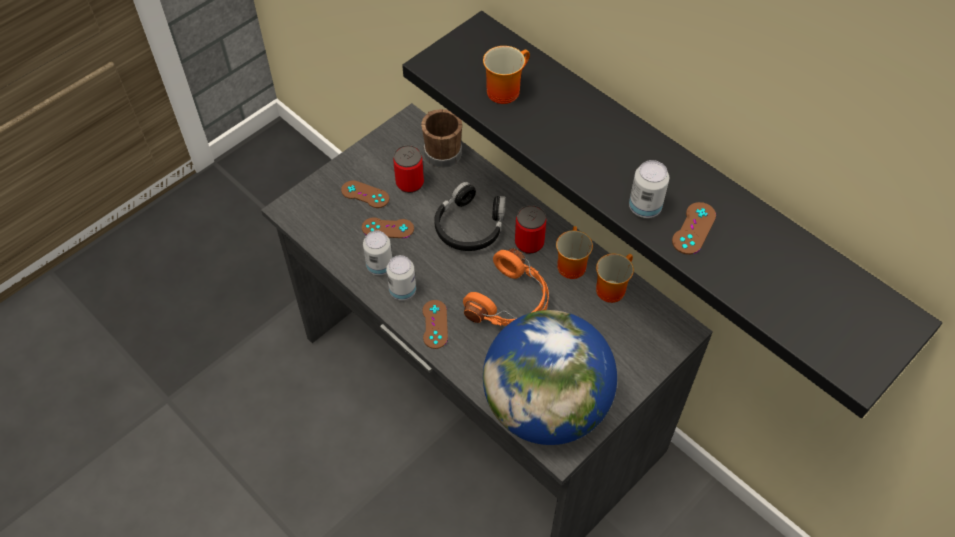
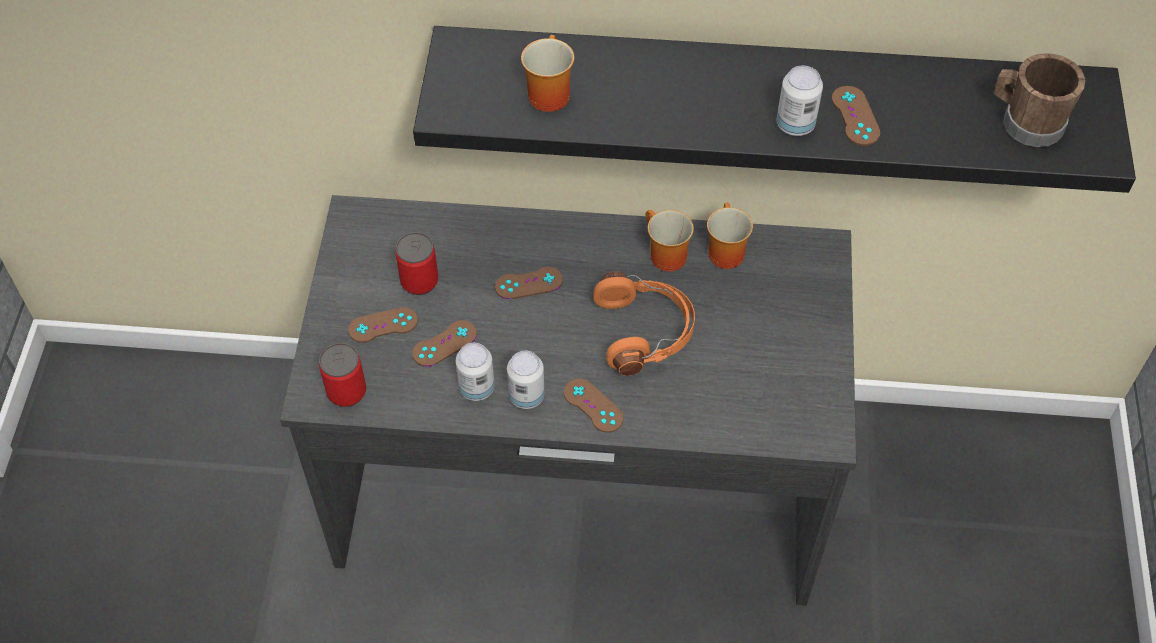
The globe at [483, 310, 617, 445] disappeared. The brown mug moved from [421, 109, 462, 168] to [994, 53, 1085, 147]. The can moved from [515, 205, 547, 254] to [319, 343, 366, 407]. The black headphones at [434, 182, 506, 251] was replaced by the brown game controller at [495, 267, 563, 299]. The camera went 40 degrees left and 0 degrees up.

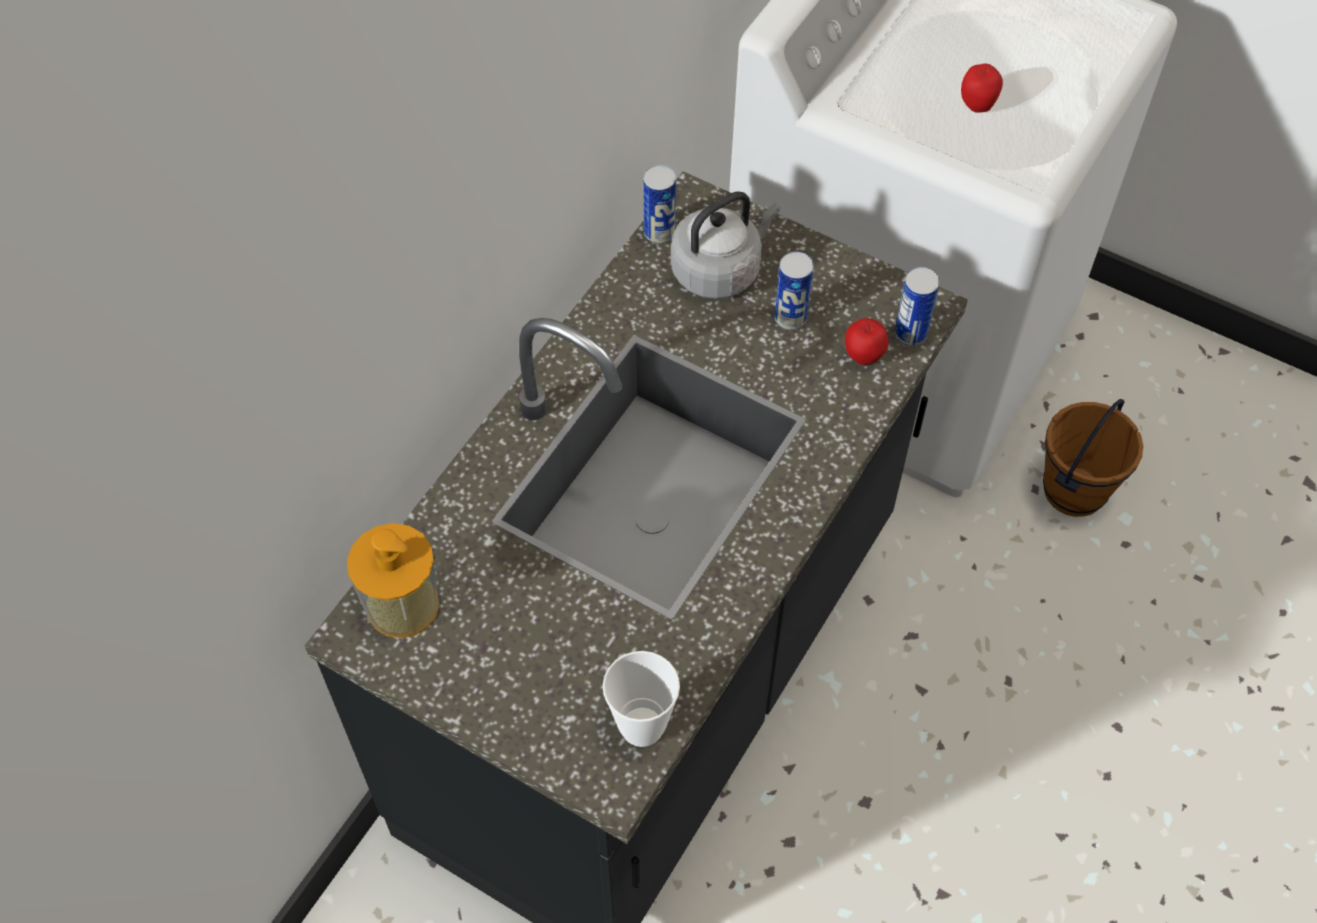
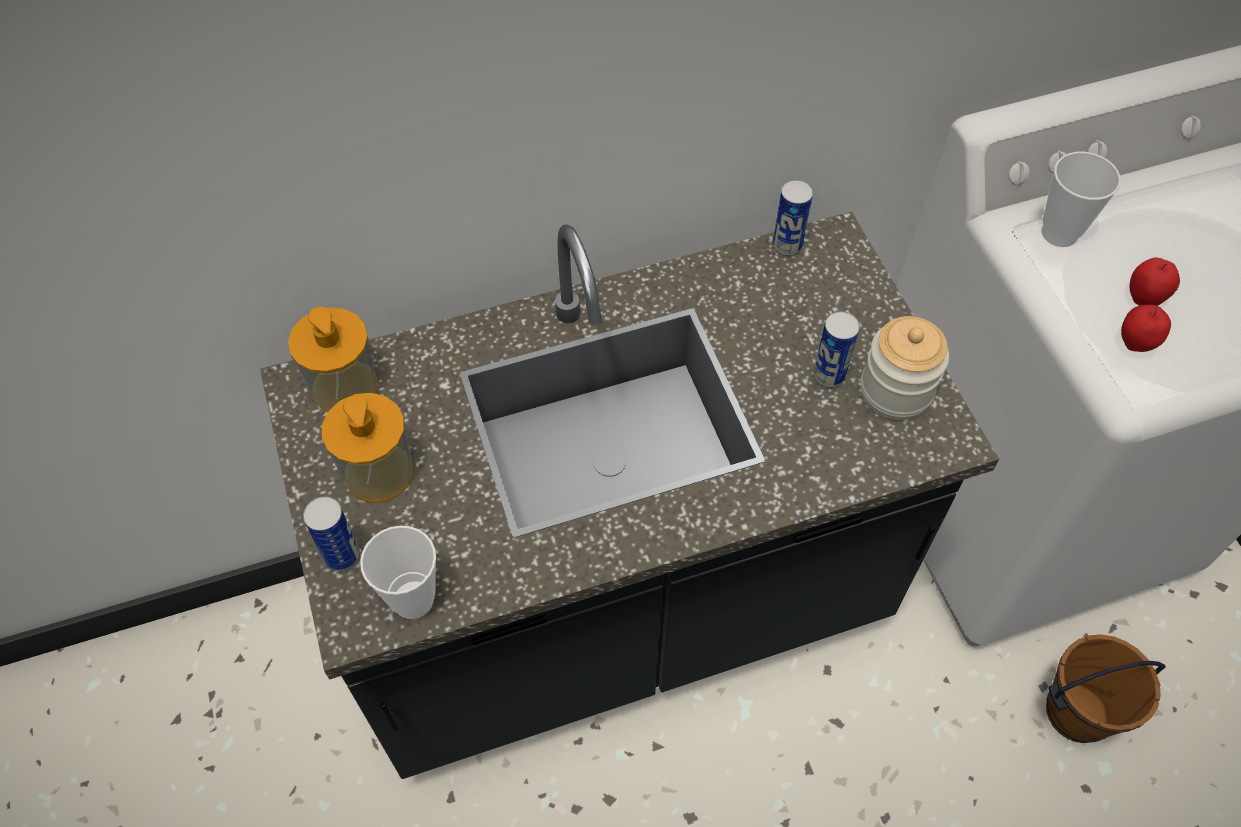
The grey kettle at [671, 191, 780, 299] disappeared. The soap dispenser at [322, 393, 413, 503] appeared. The jar at [861, 316, 949, 420] appeared. The cup at [1042, 152, 1121, 247] appeared. The apple moved from [845, 318, 888, 365] to [1121, 305, 1171, 352]. The can moved from [895, 267, 940, 346] to [303, 496, 360, 571]. The camera went 40 degrees right and 0 degrees up.

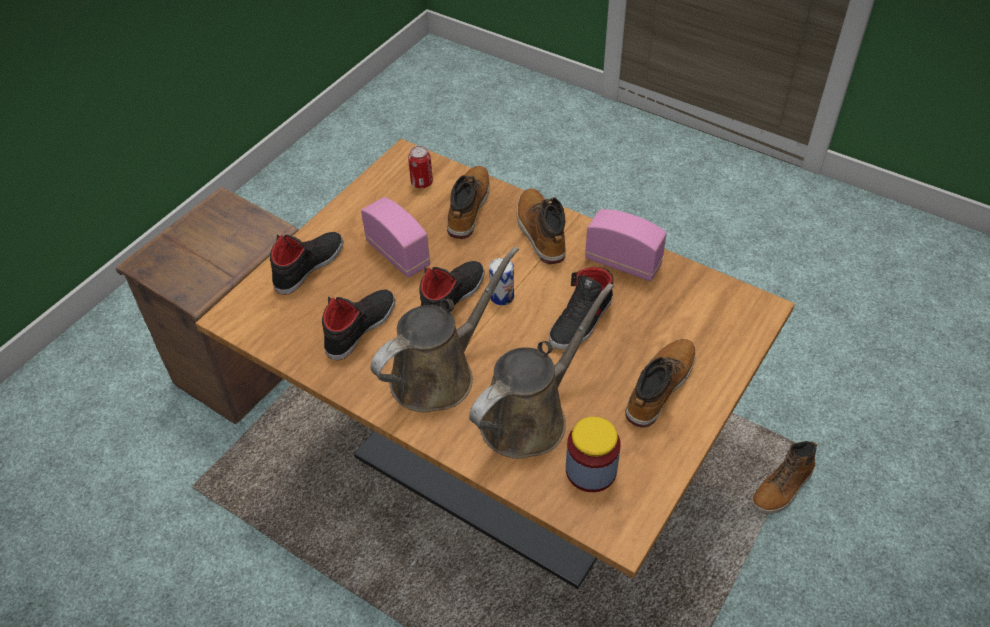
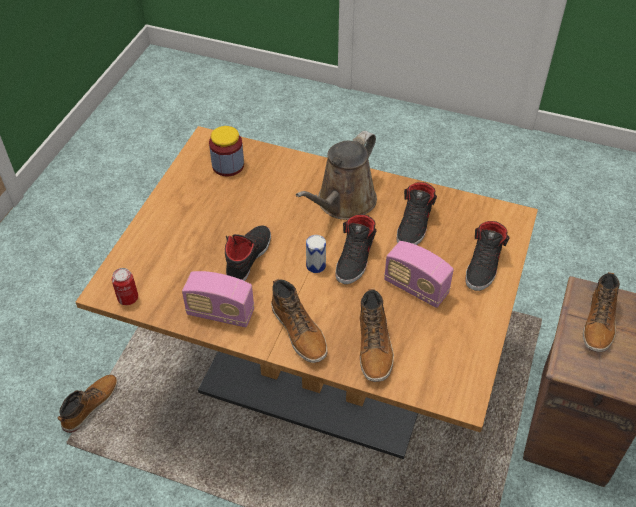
The brown watering can at [469, 283, 614, 459] disappeared. The can moved from [408, 146, 433, 188] to [112, 268, 138, 305]. The boot moved from [625, 339, 696, 428] to [583, 272, 620, 352]. The camera went 165 degrees right and 0 degrees up.

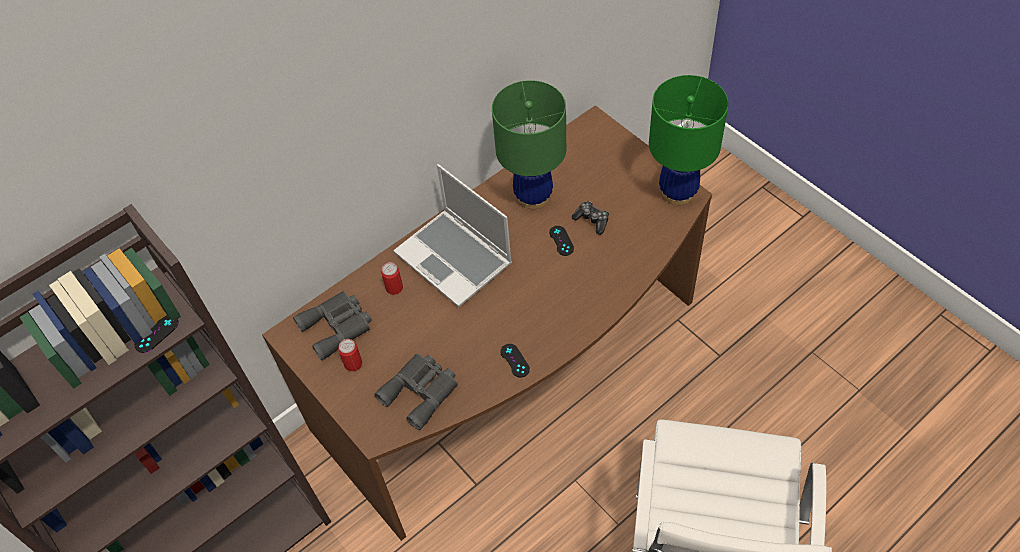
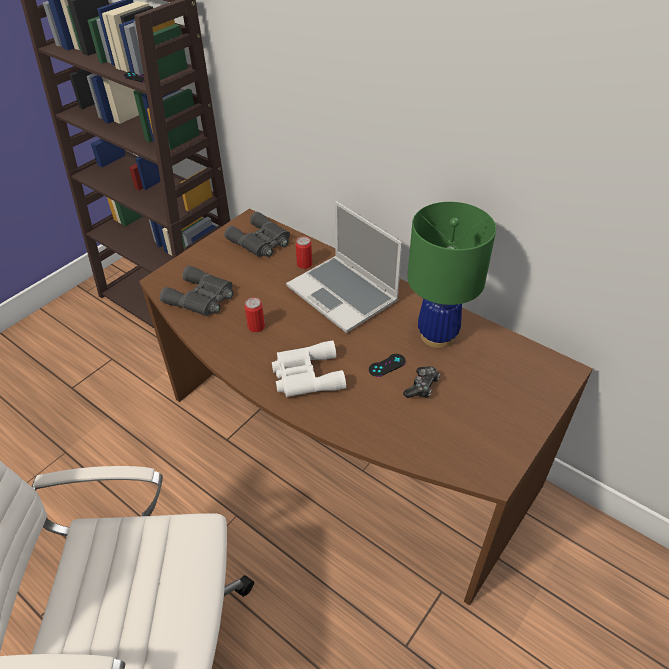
The black game controller at [500, 344, 530, 378] disappeared. The green table lamp at [649, 75, 729, 205] disappeared. The white binoculars at [272, 340, 346, 397] appeared. The can moved from [338, 339, 362, 371] to [245, 298, 265, 332]. The laptop at [393, 164, 512, 307] turned 75 degrees counterclockwise. The camera went 75 degrees right and 10 degrees down.

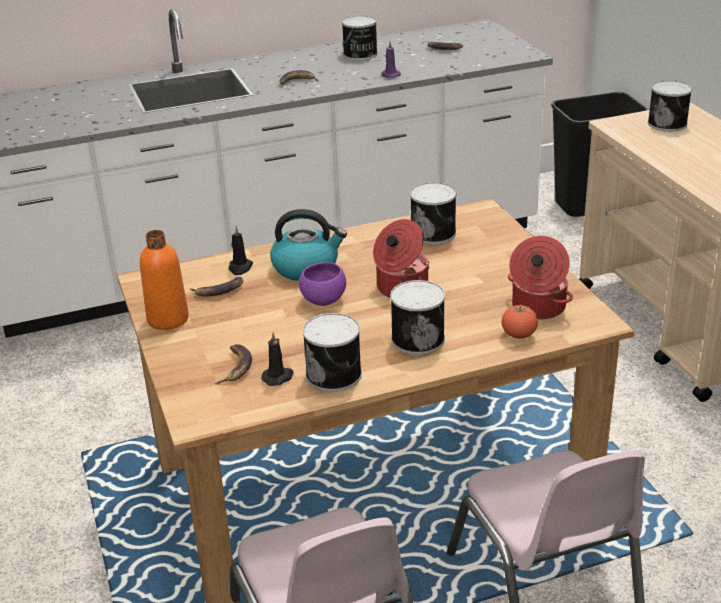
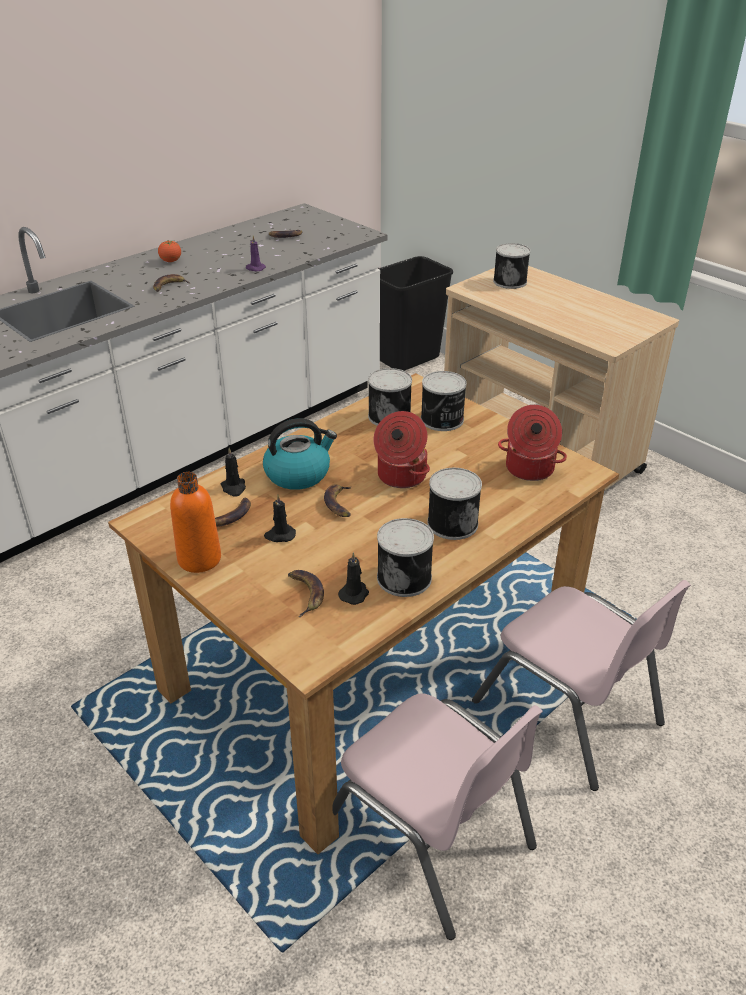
The black candle at [264, 495, 296, 542] appeared. The can moved from [342, 15, 378, 60] to [421, 371, 467, 431]. The tomato moved from [501, 304, 538, 339] to [158, 240, 181, 262]. The purple bowl at [299, 262, 346, 306] was replaced by the banana at [324, 485, 351, 517]. The camera went 25 degrees left and 5 degrees up.

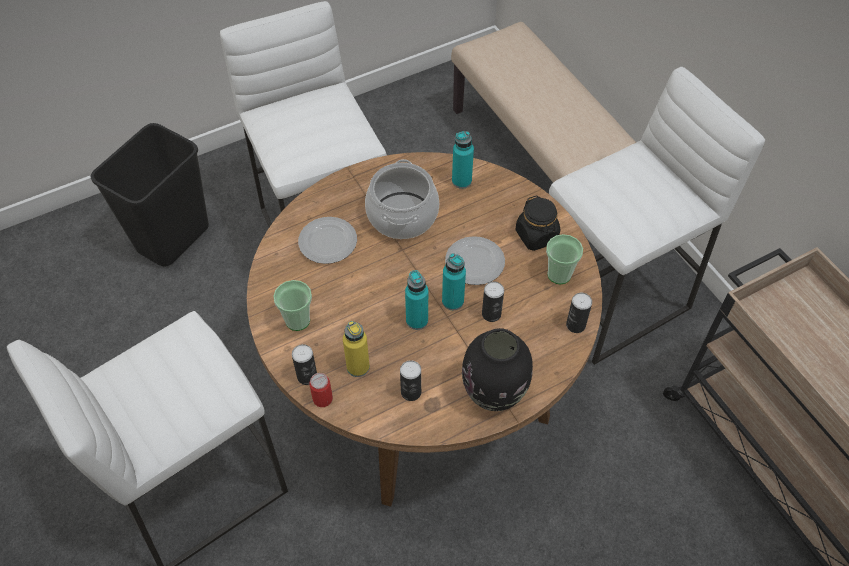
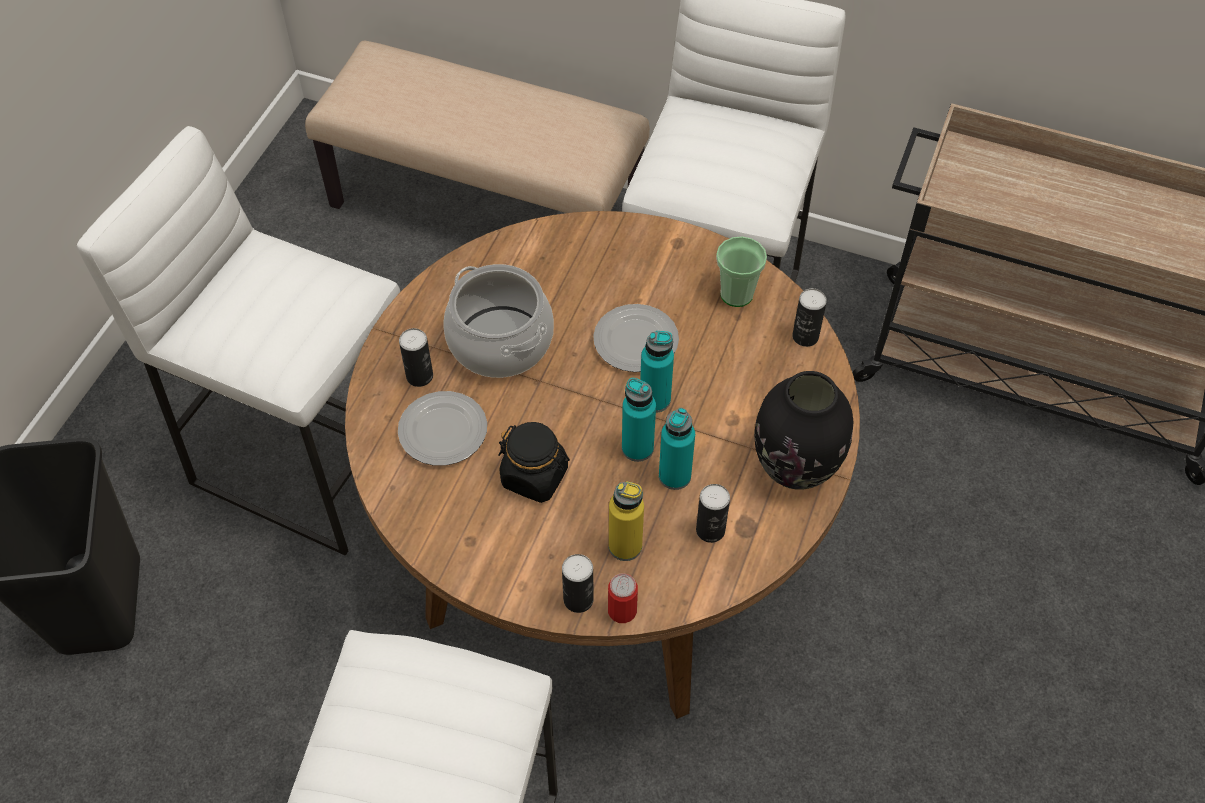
The cup at [273, 280, 312, 331] disappeared. The turquoise bottle moved from [452, 131, 474, 189] to [659, 408, 695, 490]. The can moved from [482, 281, 504, 322] to [399, 328, 433, 387]. The black jar moved from [515, 195, 560, 251] to [498, 422, 570, 503]. The camera went 40 degrees left and 0 degrees up.

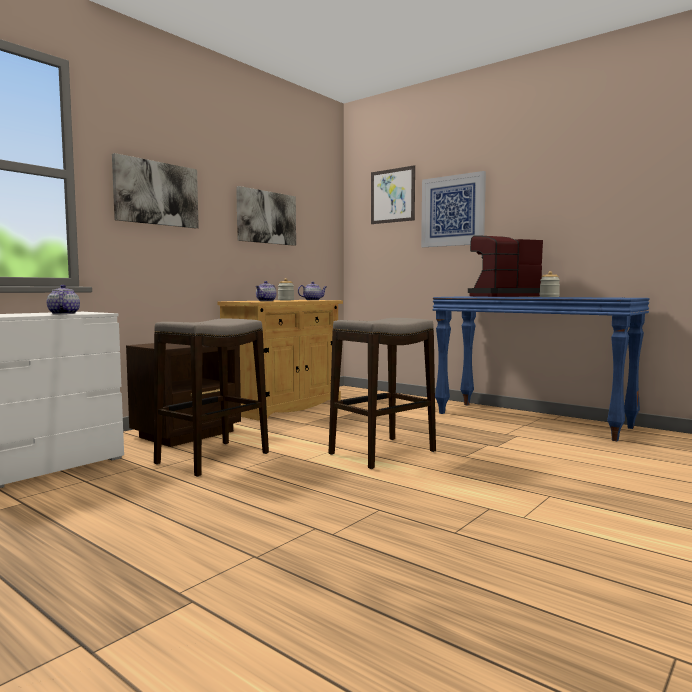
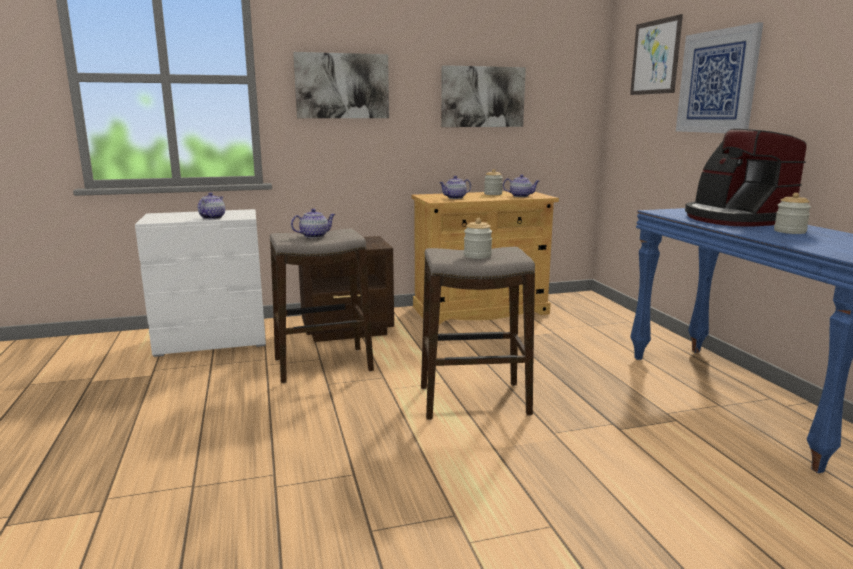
The teapot at [291, 209, 335, 238] appeared. The jar at [464, 218, 492, 259] appeared. The coffee machine at [468, 236, 543, 297] turned 120 degrees counterclockwise. The camera went 35 degrees right and 10 degrees up.

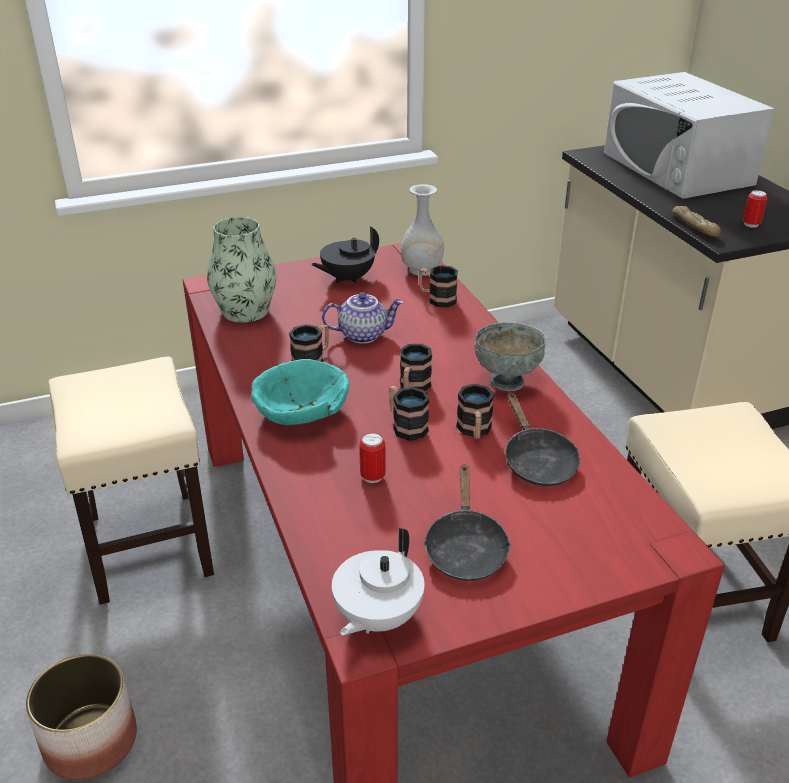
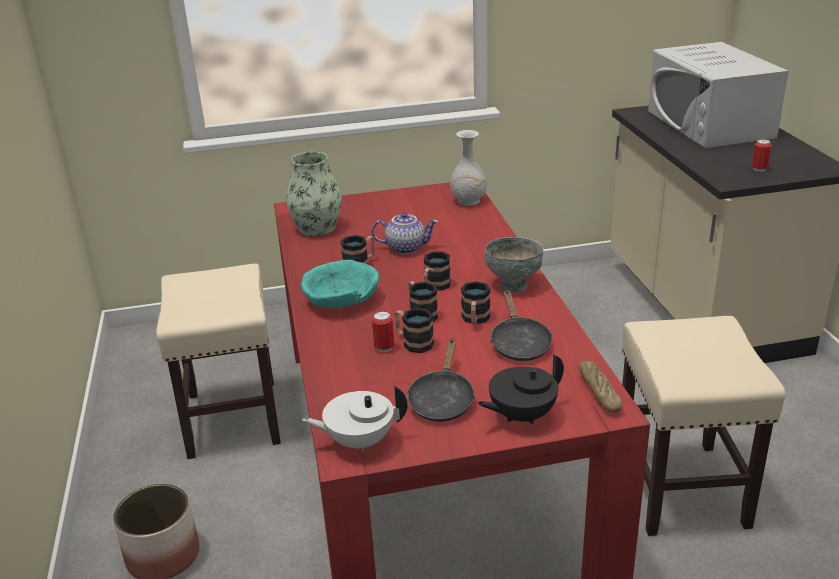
The black teapot moved from [311, 227, 379, 283] to [477, 354, 564, 424]. The mug moved from [419, 266, 458, 308] to [395, 308, 434, 353]. The bread moved from [673, 206, 721, 237] to [579, 361, 623, 413]. The white teapot at [332, 528, 425, 635] turned 45 degrees clockwise. The camera went 10 degrees right and 5 degrees down.

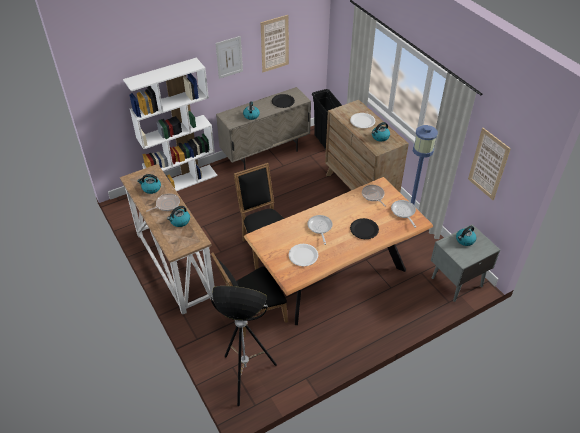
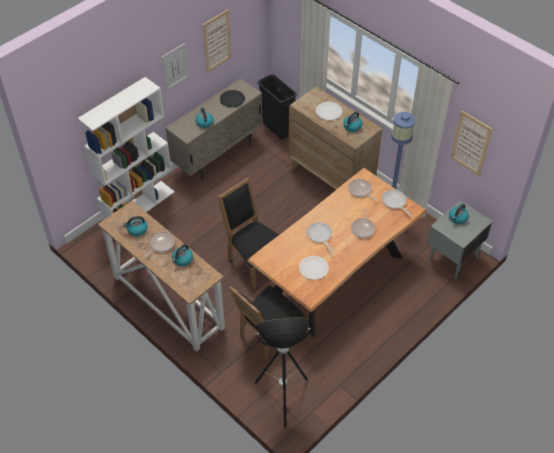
The black plate at [350, 218, 379, 239] was replaced by the frying pan at [351, 209, 375, 238]. The camera went 15 degrees left and 5 degrees up.

